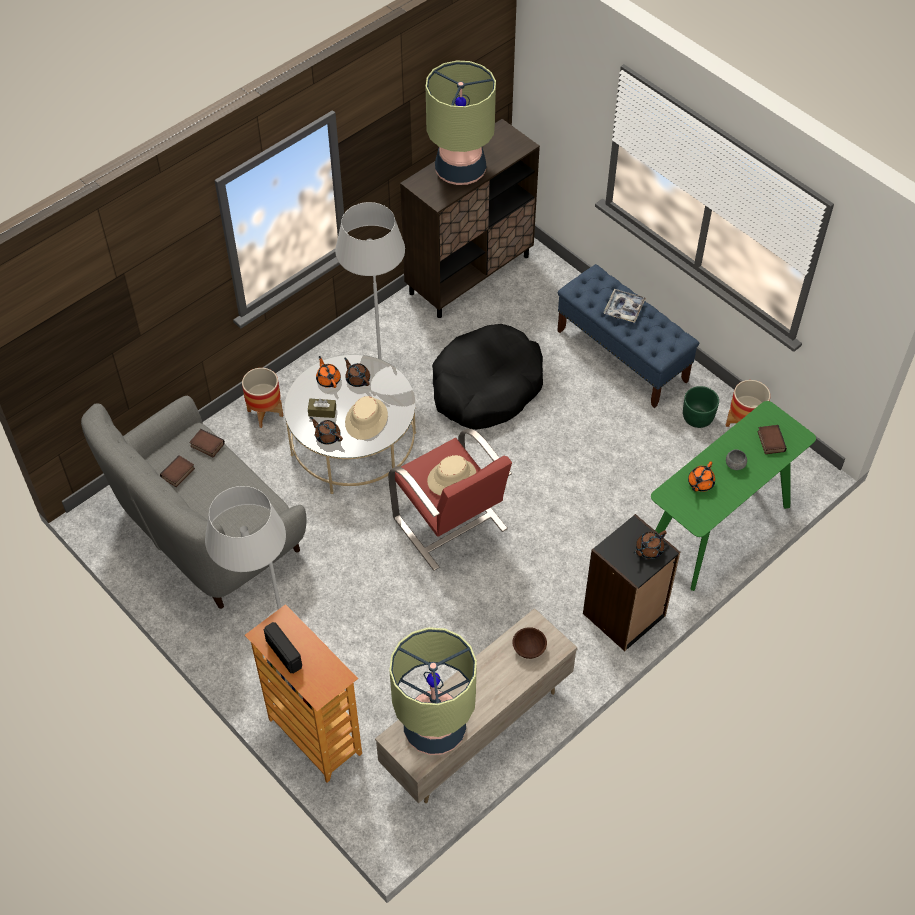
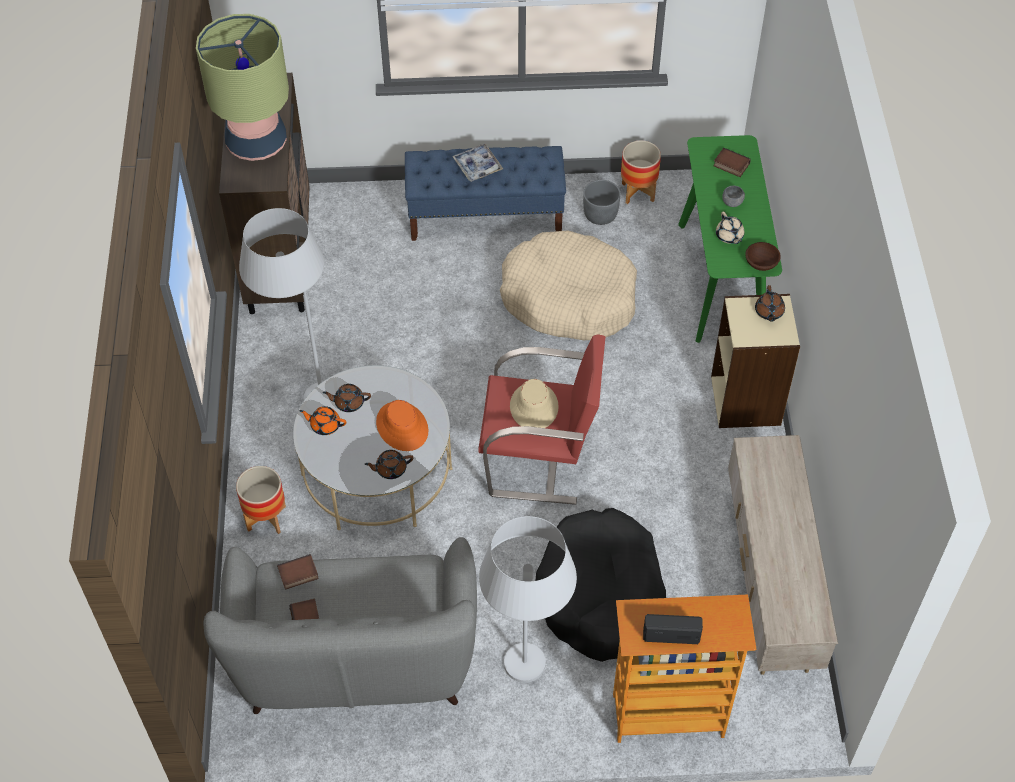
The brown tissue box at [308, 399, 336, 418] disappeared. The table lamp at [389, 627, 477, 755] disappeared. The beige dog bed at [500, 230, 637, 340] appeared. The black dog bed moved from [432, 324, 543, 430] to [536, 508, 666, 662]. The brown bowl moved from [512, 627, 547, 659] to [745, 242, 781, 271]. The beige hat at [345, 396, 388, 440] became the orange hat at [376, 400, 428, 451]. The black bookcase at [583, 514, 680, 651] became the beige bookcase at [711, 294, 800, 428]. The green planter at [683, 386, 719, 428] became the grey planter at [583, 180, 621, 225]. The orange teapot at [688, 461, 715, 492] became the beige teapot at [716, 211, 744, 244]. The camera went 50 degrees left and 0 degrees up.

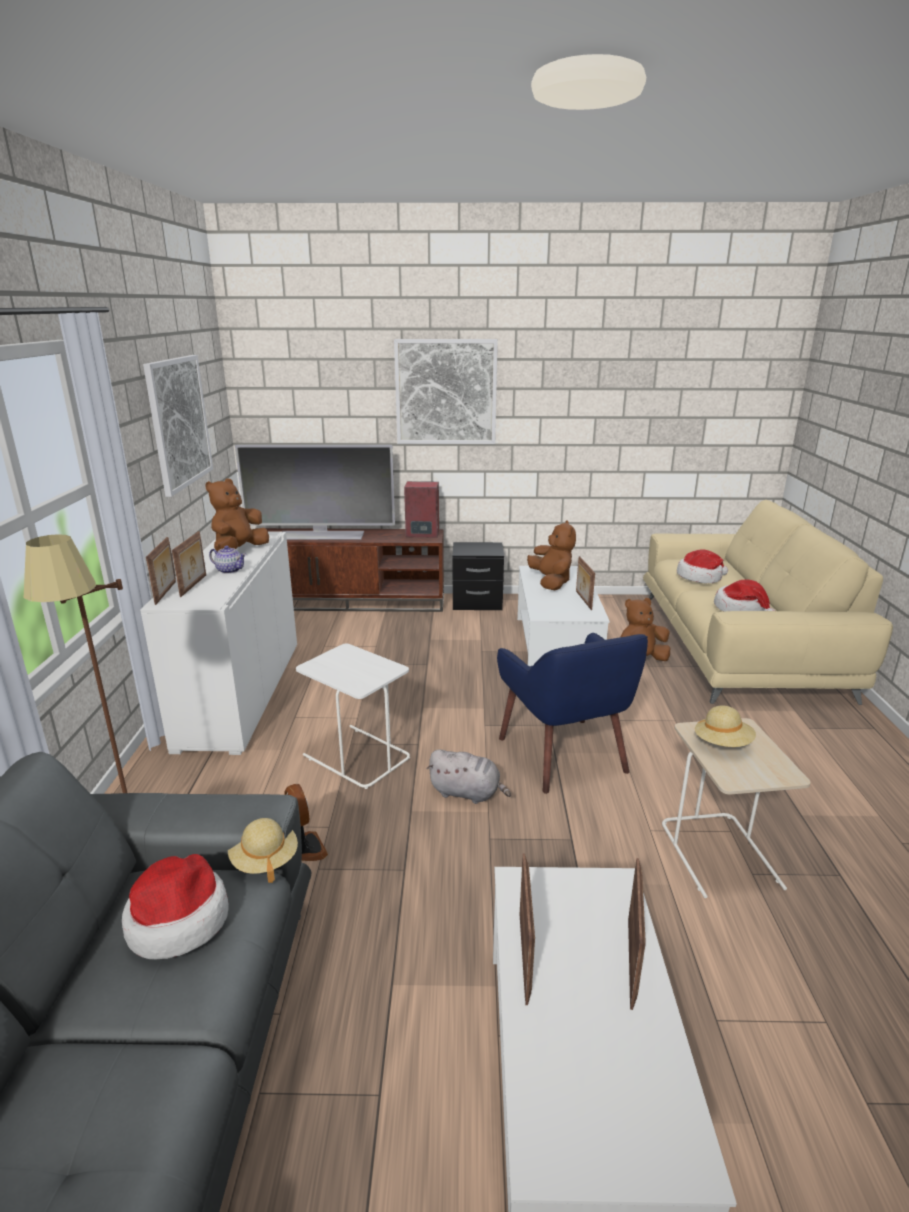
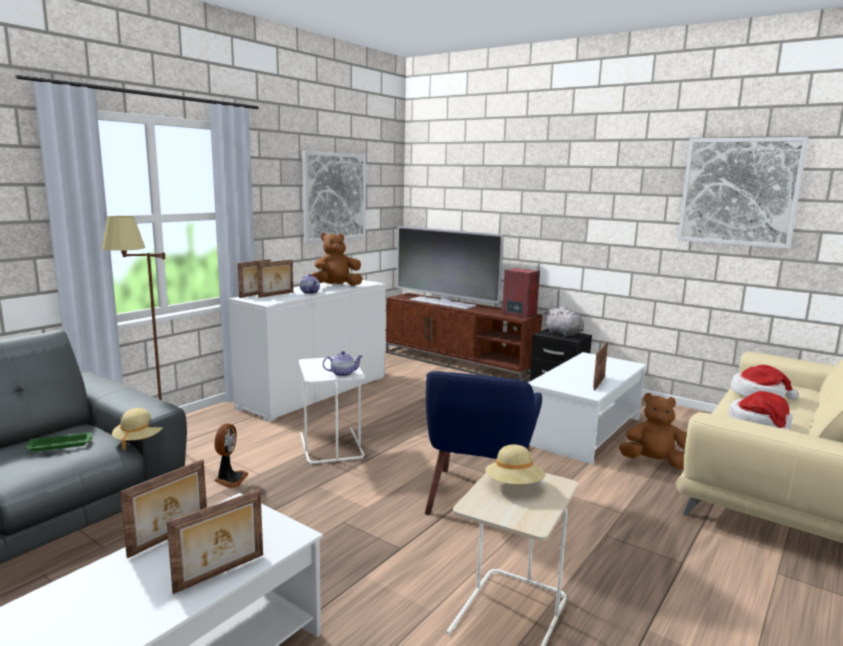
The brown plush toy at [527, 520, 576, 590] disappeared. The teapot at [323, 351, 363, 377] appeared. The picture moved from [394, 339, 498, 444] to [678, 137, 809, 249]. The grey plush toy moved from [427, 749, 511, 804] to [544, 305, 584, 337]. The hat at [122, 854, 229, 960] was replaced by the green tray at [25, 433, 93, 452]. The camera went 35 degrees right and 10 degrees down.

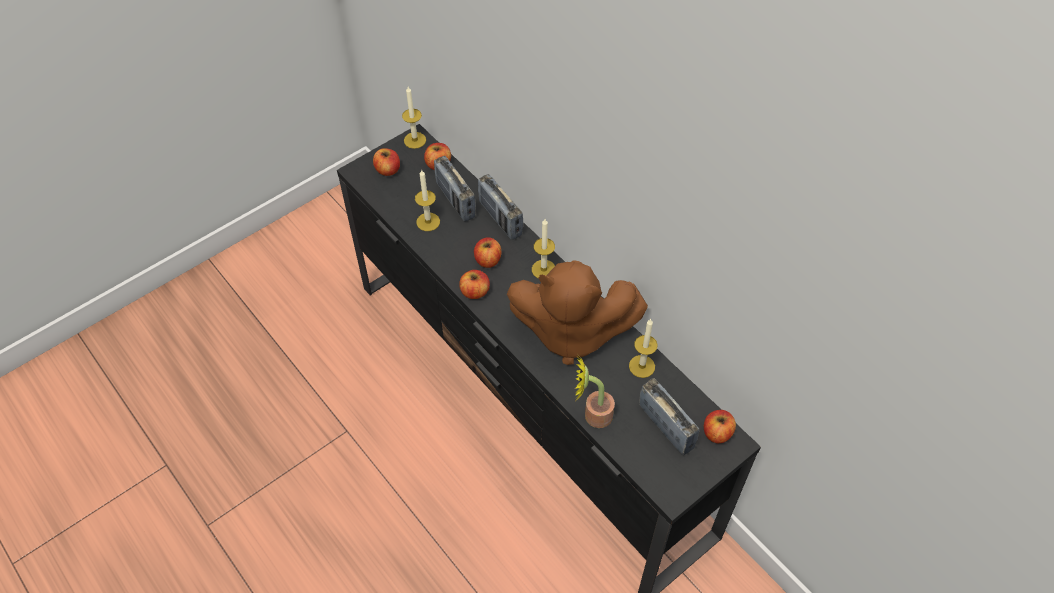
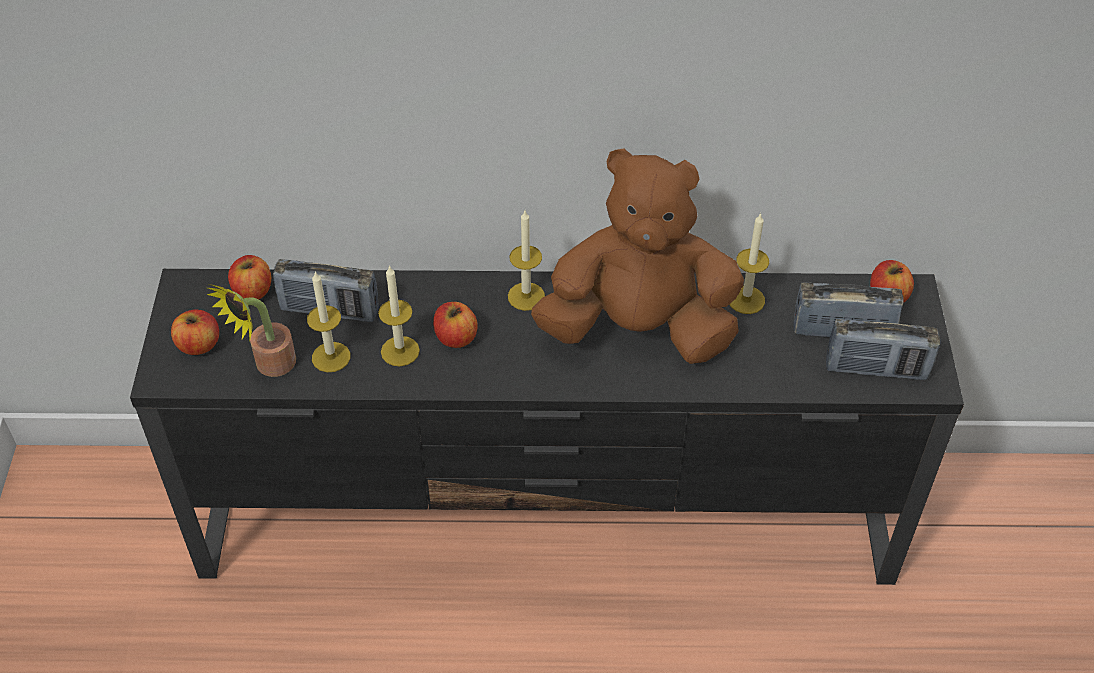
The apple at [459, 270, 490, 299] disappeared. The candle moved from [402, 87, 426, 149] to [378, 265, 420, 366]. The radio moved from [478, 174, 523, 240] to [826, 319, 940, 380]. The potted plant moved from [576, 356, 615, 428] to [207, 284, 296, 377]. The brown plush toy at [507, 260, 648, 365] turned 135 degrees counterclockwise. The camera went 50 degrees left and 5 degrees down.

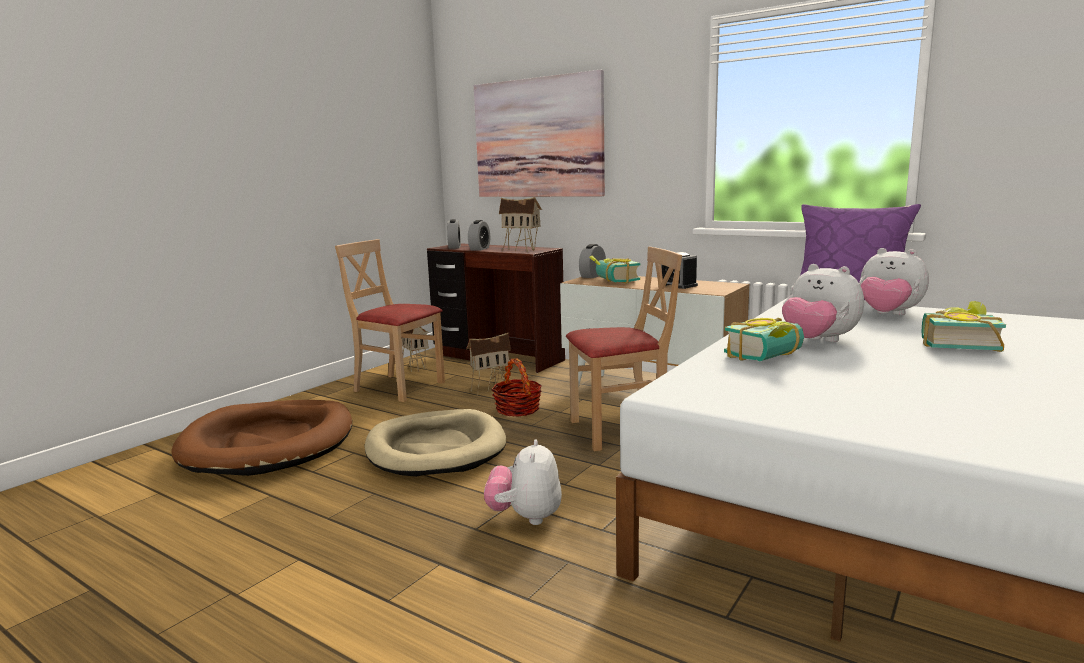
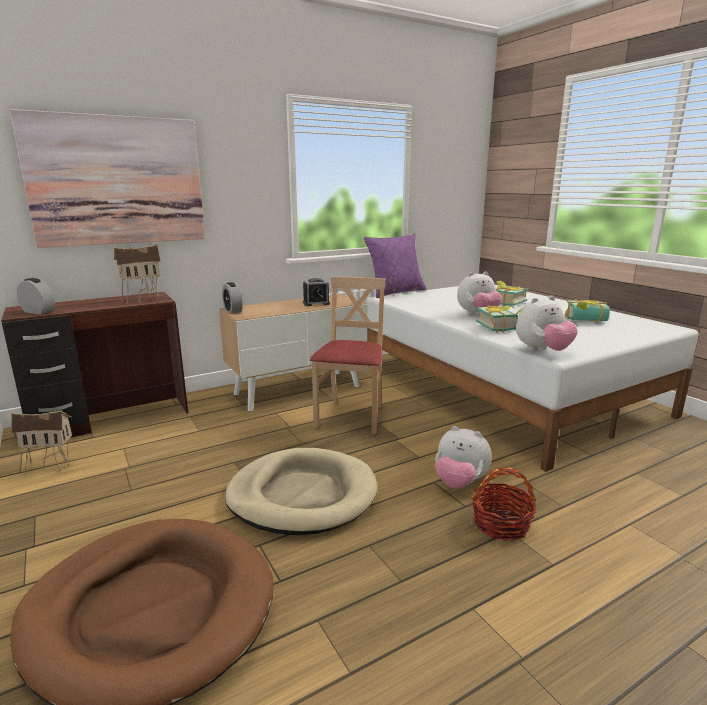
The beige chair at [335, 239, 445, 402] disappeared. The toy house at [466, 333, 511, 396] disappeared. The alarm clock at [468, 220, 490, 250] disappeared. The basket moved from [491, 358, 542, 417] to [472, 467, 536, 542]. The book moved from [589, 255, 640, 284] to [565, 299, 610, 322]. The plush toy moved from [859, 248, 929, 315] to [516, 296, 578, 351]. The camera went 65 degrees left and 5 degrees up.

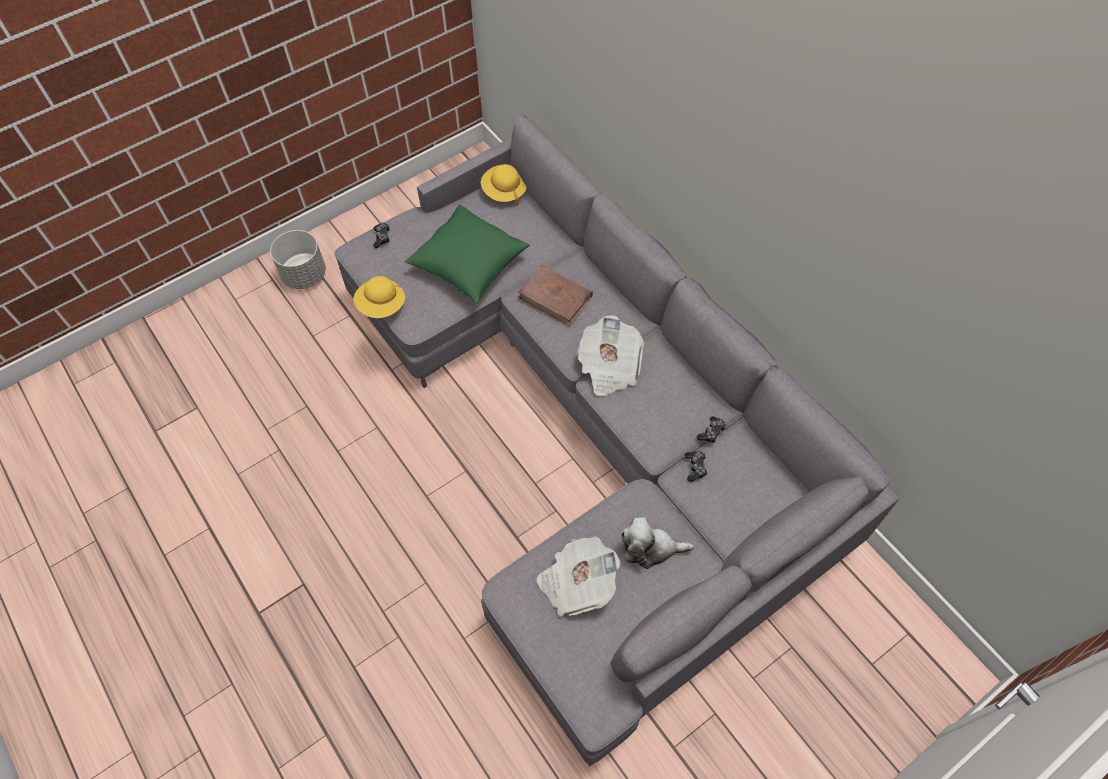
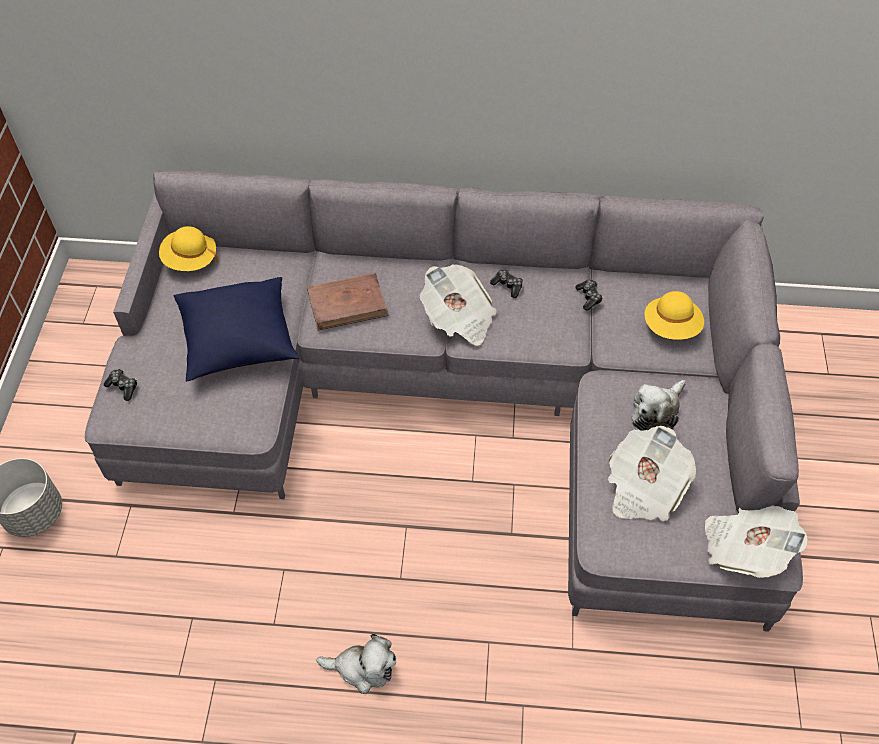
The plush toy at [316, 634, 396, 694] appeared. The newspaper at [705, 505, 808, 578] appeared. The yellow hat moved from [353, 276, 405, 318] to [645, 291, 704, 340]. The game controller moved from [685, 451, 708, 482] to [490, 269, 523, 298]. The green pillow at [405, 204, 530, 304] became the blue pillow at [174, 277, 299, 381]. The camera went 50 degrees left and 5 degrees down.

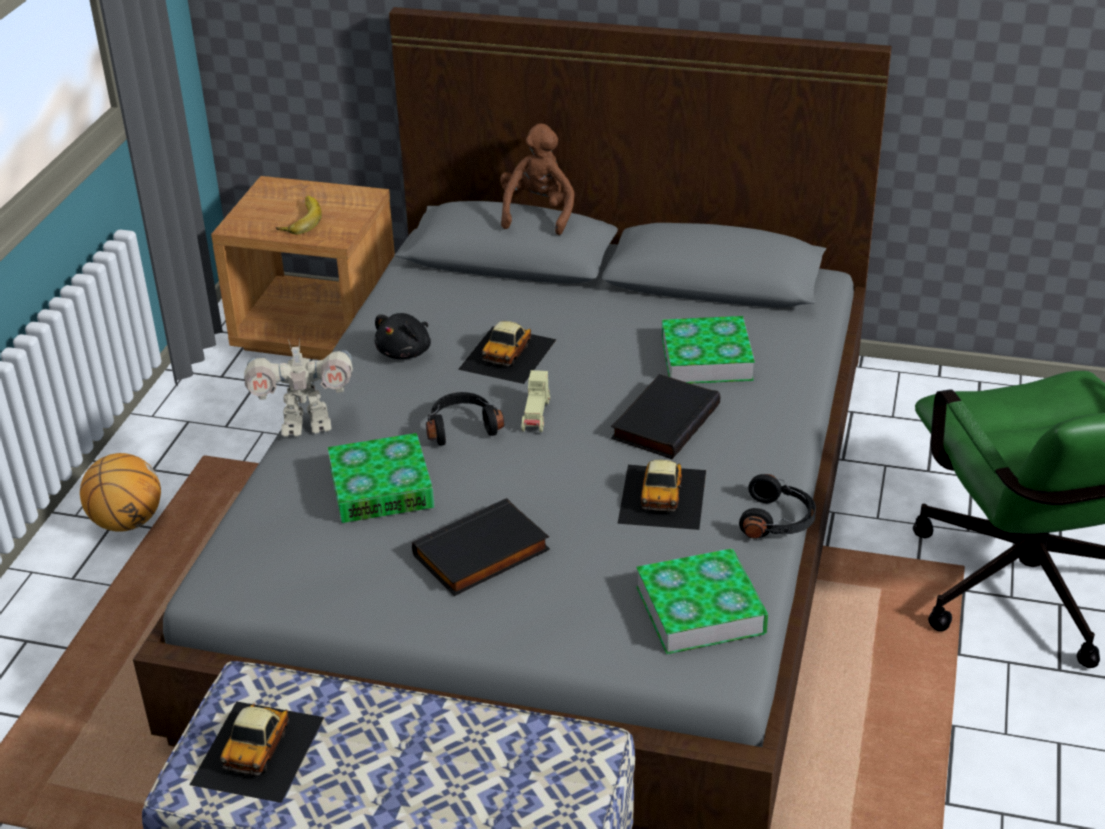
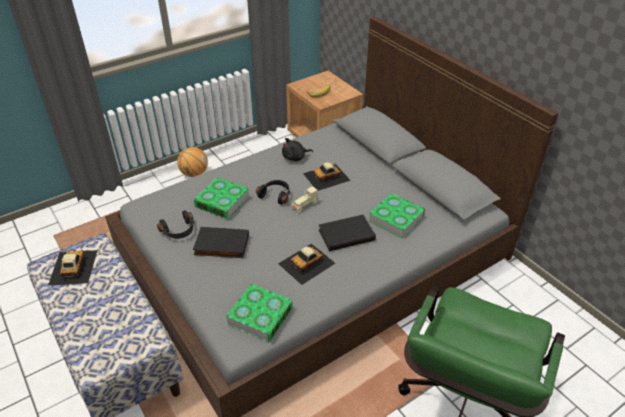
The toy robot at [244, 338, 353, 437] disappeared. The brown plush toy at [500, 123, 575, 235] disappeared. The black headphones moved from [739, 474, 816, 539] to [157, 210, 194, 239]. The toy car at [190, 701, 324, 803] turned 120 degrees clockwise. The camera went 40 degrees right and 5 degrees up.

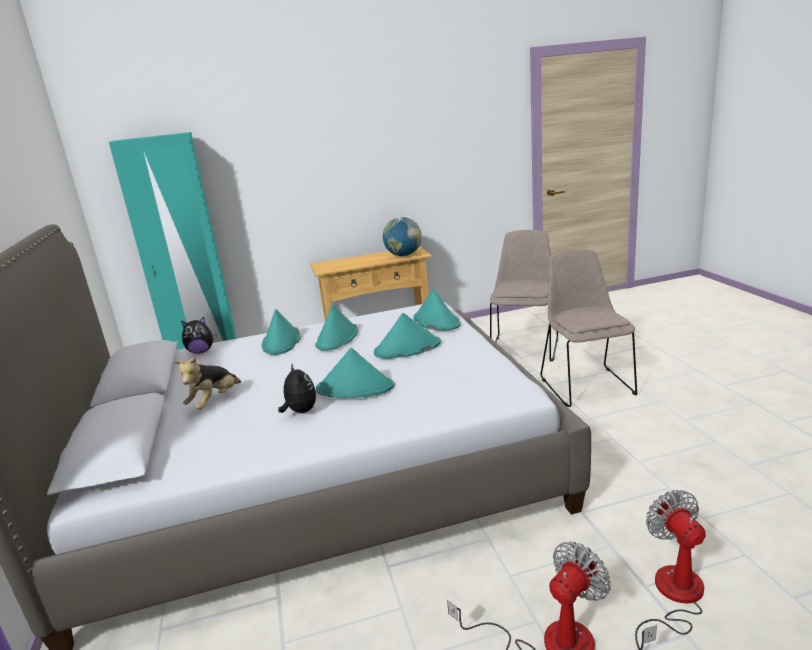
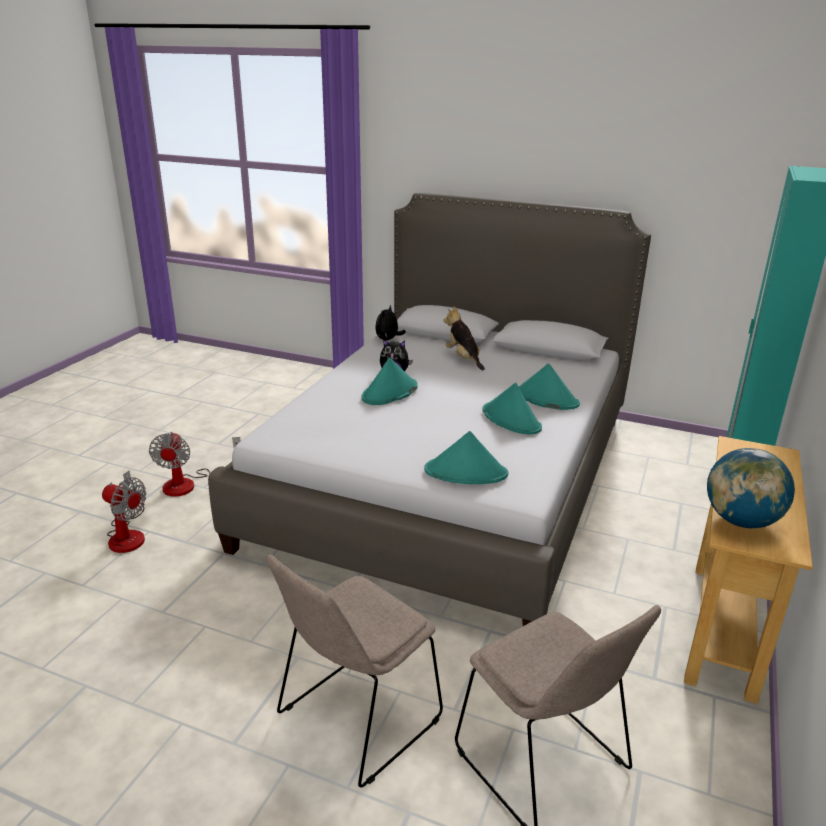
The turquoise hat at [374, 313, 441, 359] disappeared. The plush toy moved from [181, 317, 216, 354] to [375, 305, 406, 340]. The beige chair at [541, 249, 637, 407] turned 105 degrees clockwise. The camera went 125 degrees right and 5 degrees up.

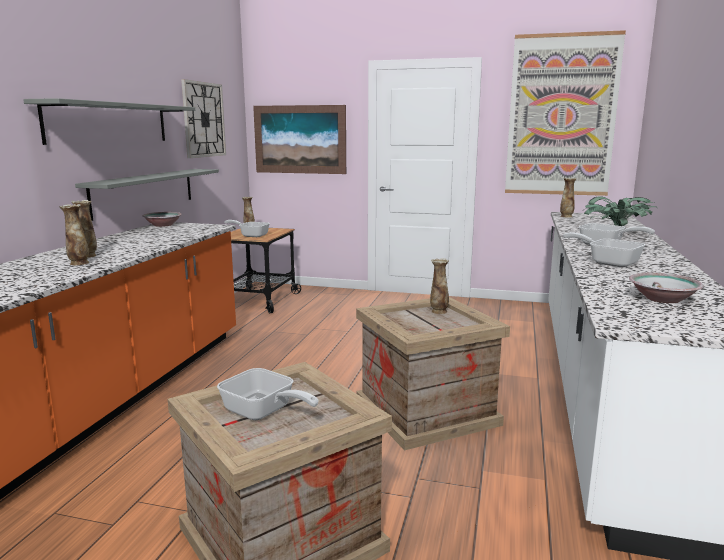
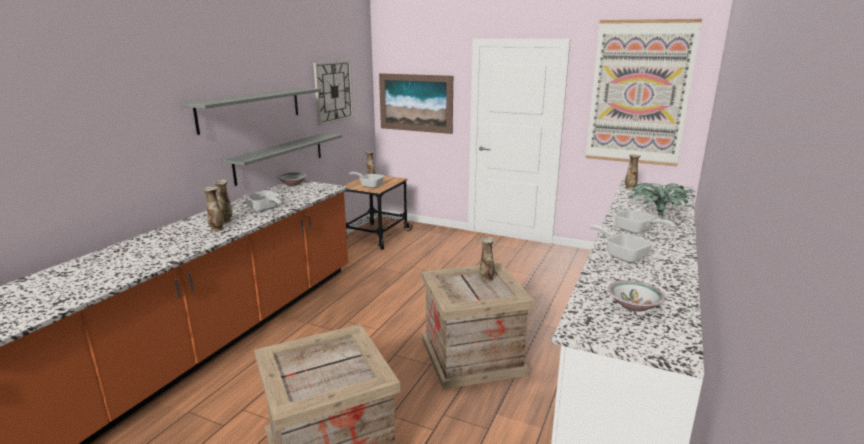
The frying pan moved from [217, 368, 318, 420] to [244, 191, 281, 211]. The camera went 10 degrees right and 5 degrees up.

